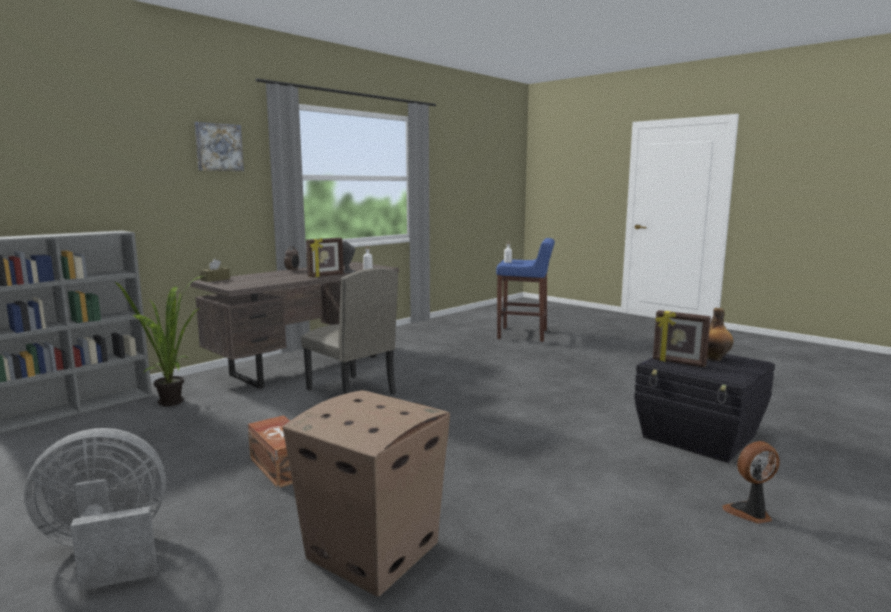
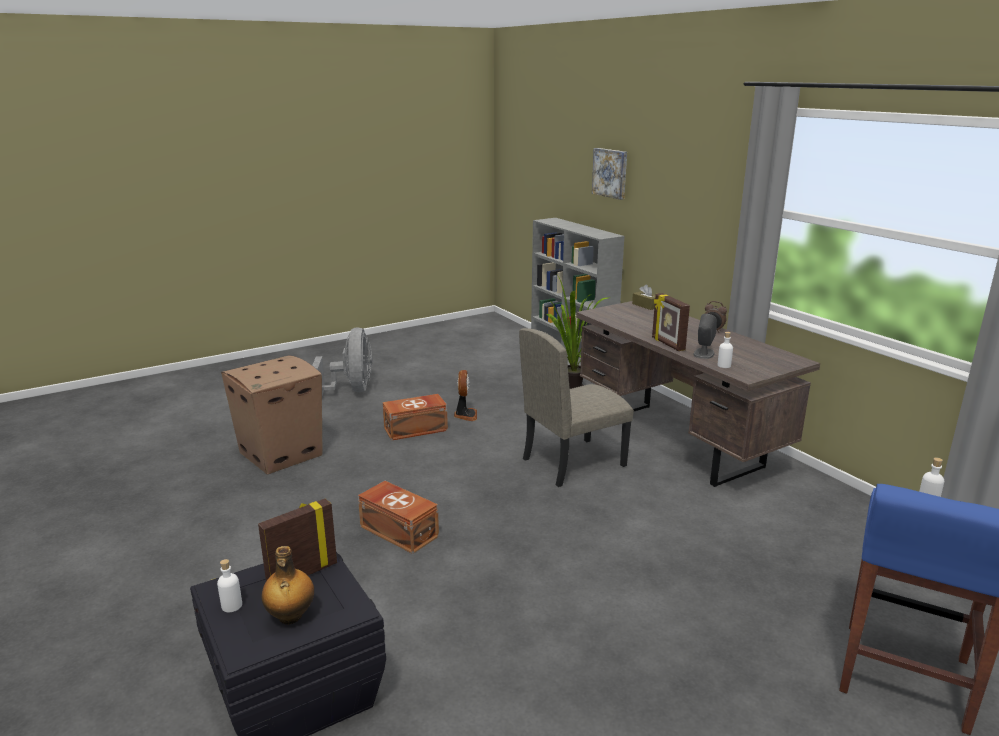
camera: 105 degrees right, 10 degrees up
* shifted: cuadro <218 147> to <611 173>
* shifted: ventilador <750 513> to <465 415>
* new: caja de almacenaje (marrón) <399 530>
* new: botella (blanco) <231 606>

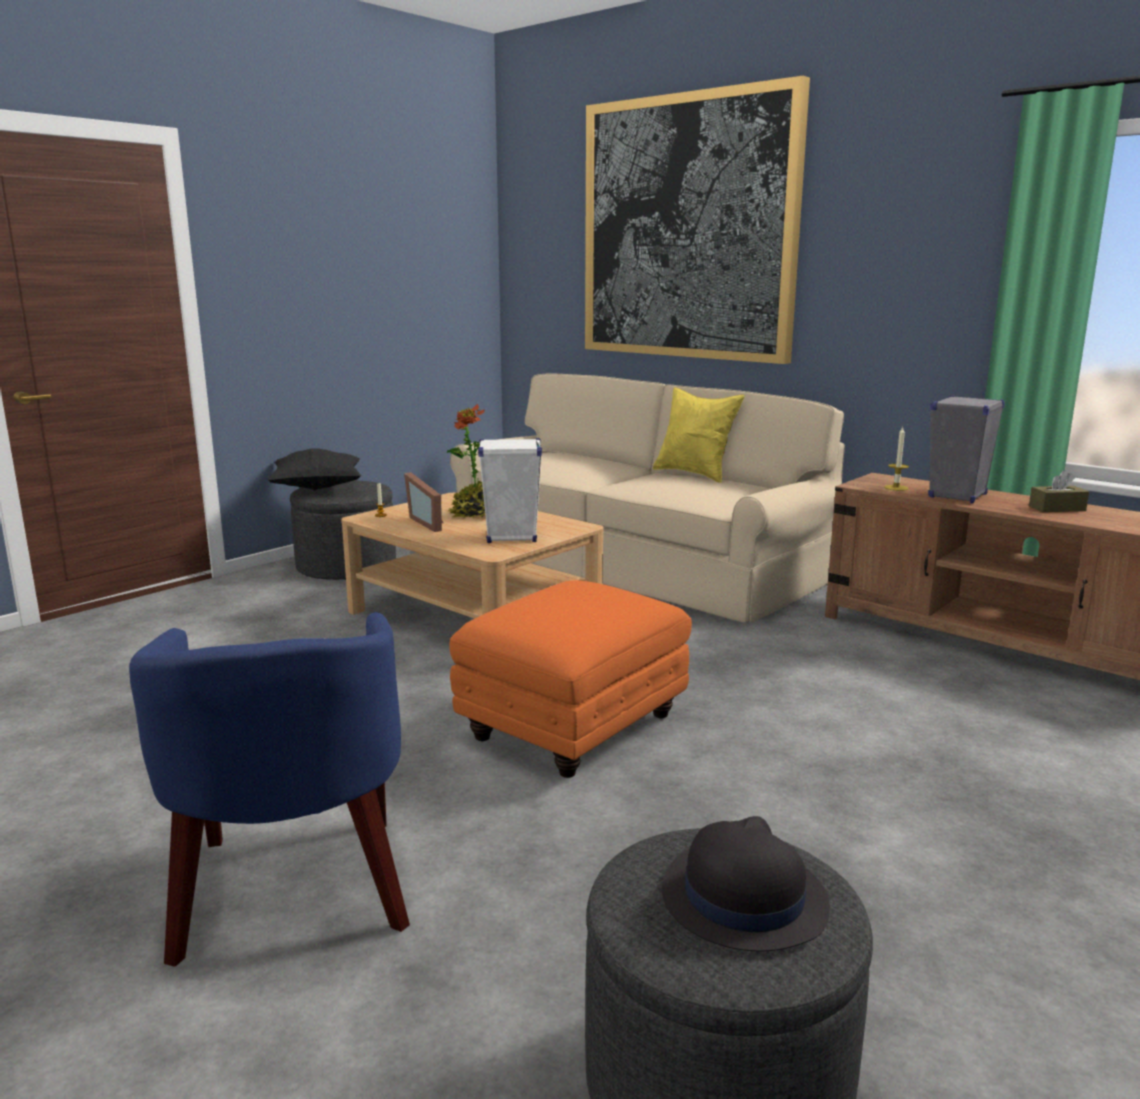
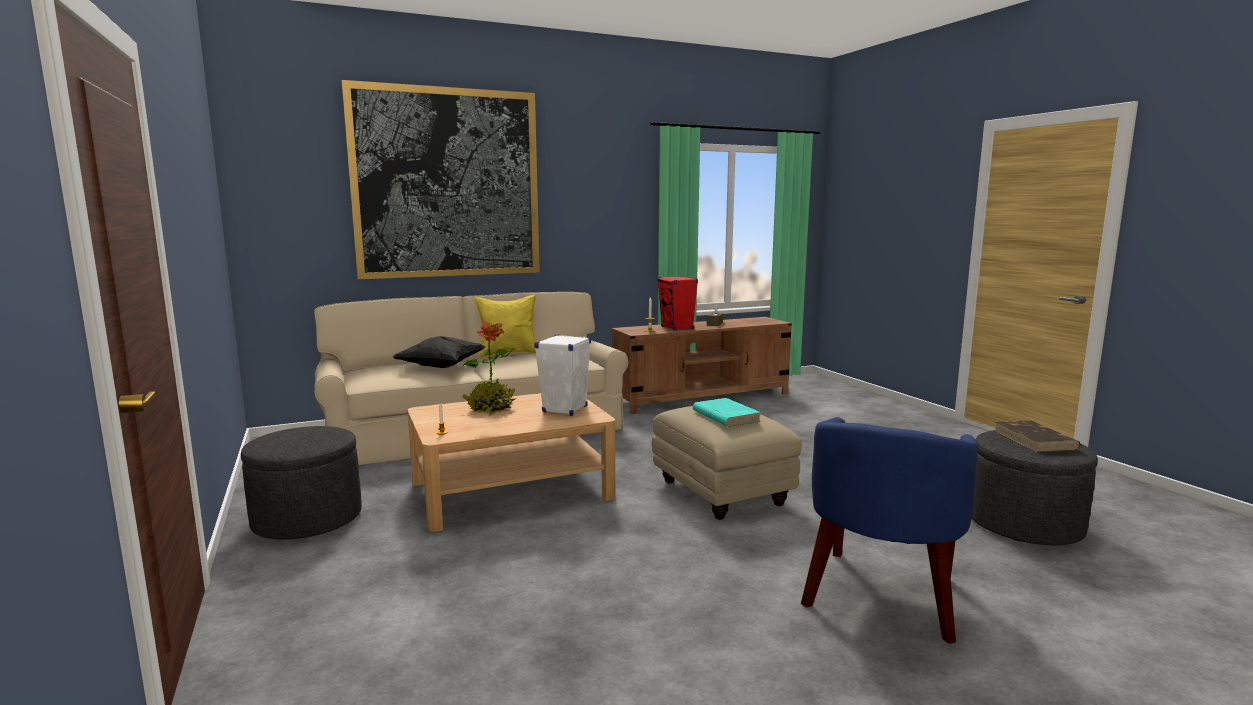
camera: 65 degrees left, 5 degrees down
* repainted: altavoz (gris) <957 496> to altavoz (rojo) <677 328>
* shifted: cojín (negro) <318 489> to <441 367>
* gone: portarretratos <430 522>
* repainted: puf (naranja) <575 727> to puf (beis) <720 493>
* rotated: sillón (azul) <293 892> = <880 597> 105 degrees clockwise
* swapped: sombrero (negro) <742 898> to libro (marrón) <1035 440>
* new: libro (turquesa) <725 416>

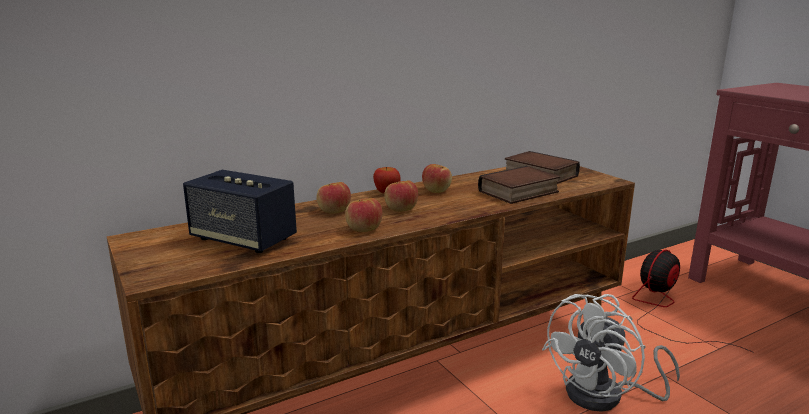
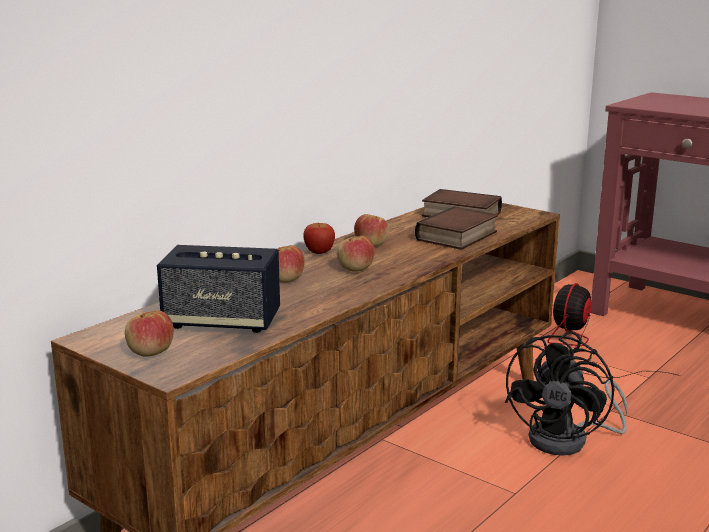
camera: 20 degrees left, 0 degrees up
* shifted: manzana <363 229> to <150 352>
* repainted: ventilador (blanco) <606 396> to ventilador (negro) <569 440>

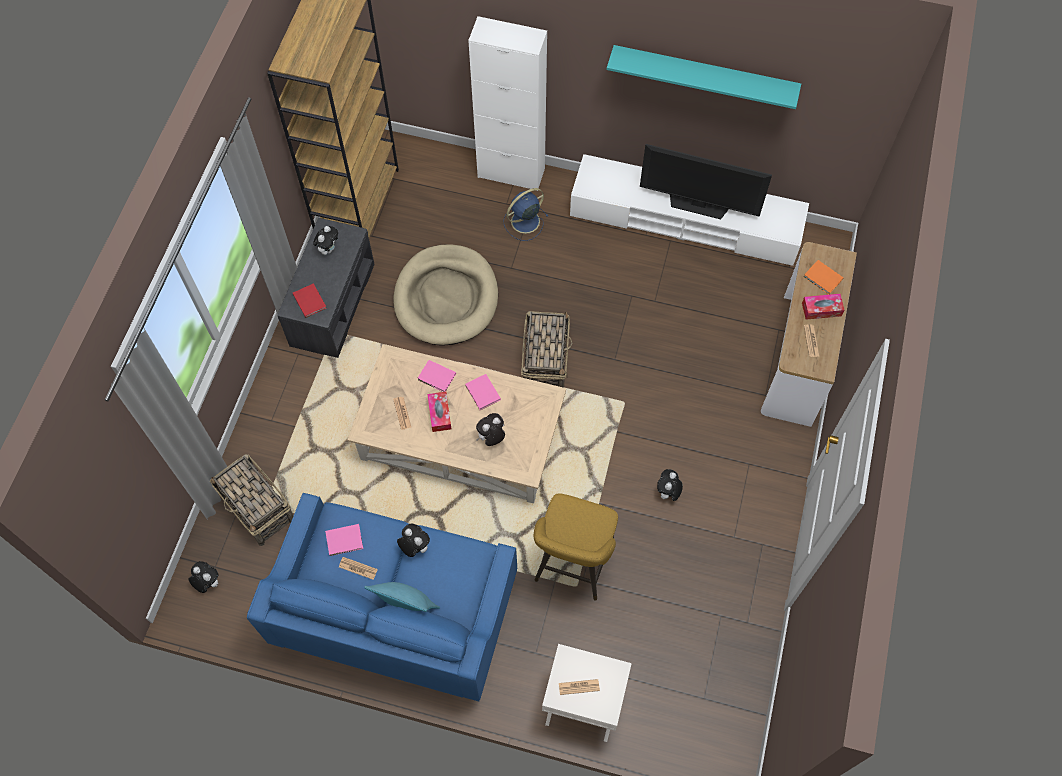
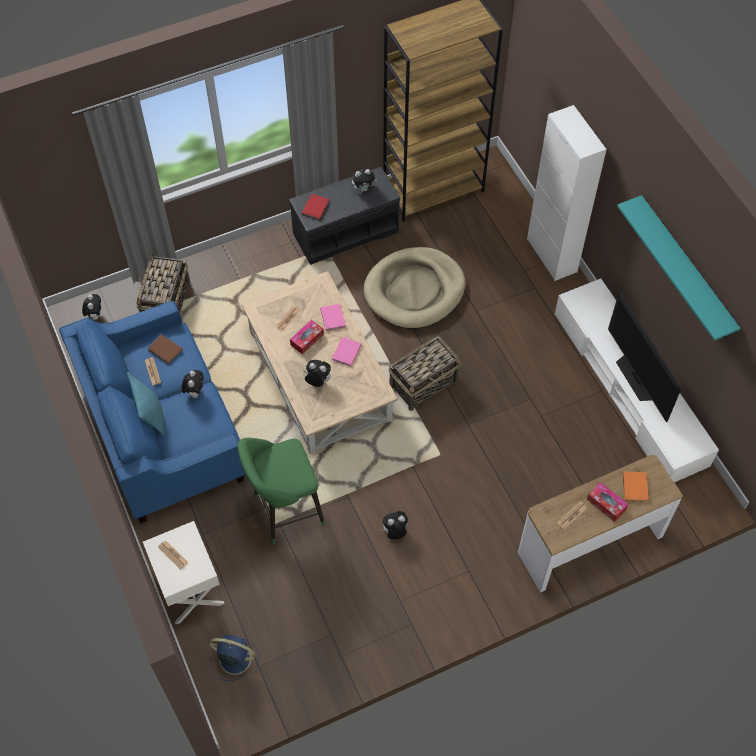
camera: 50 degrees right, 5 degrees down
* shifted: ventilador (azul) <524 222> to <233 659>
* repainted: taburete (amarillo) <572 566> to taburete (verde) <284 512>
* repainted: libro (rosa) <345 540> to libro (marrón) <165 351>

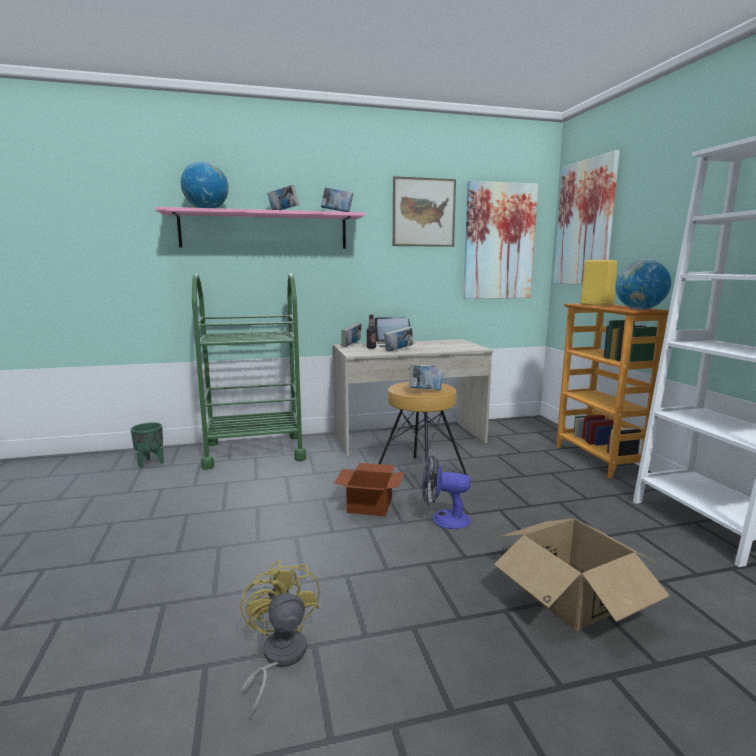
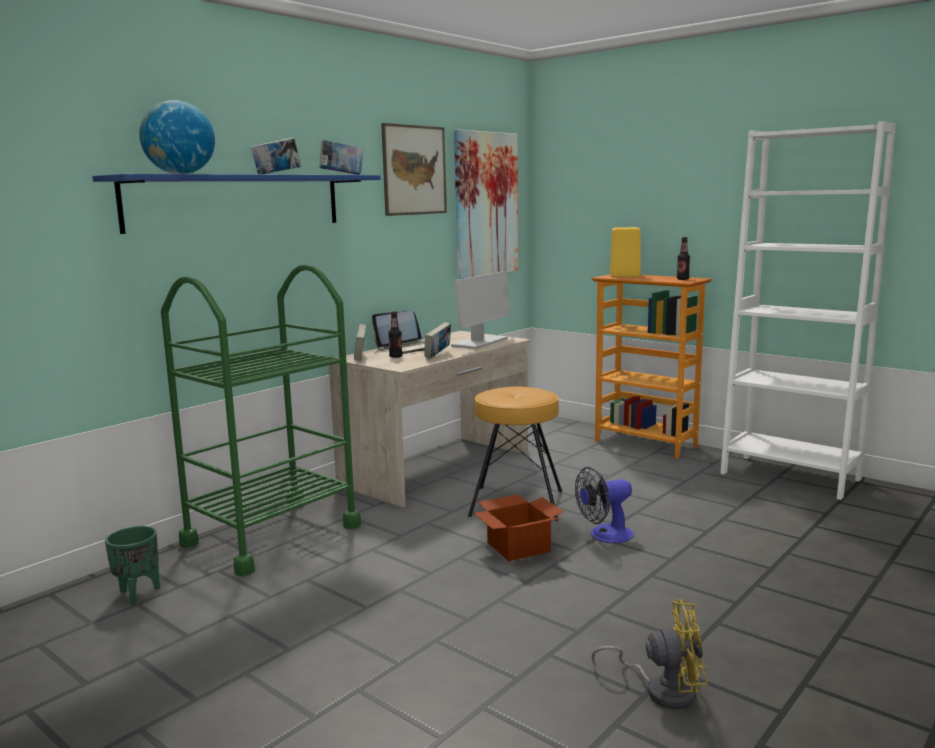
camera: 35 degrees left, 0 degrees up
* gone: cuadro <585 223>
* repainted: estante (rosa) <264 231> to estante (azul) <238 202>
* swapped: globo terráqueo <639 309> to botella <682 279>
* gone: libro <425 391>
* gone: caja de cartón <571 596>
* rotated: ventilador (amarillo) <278 658> = <662 689> 150 degrees clockwise
* new: monitor <479 342>

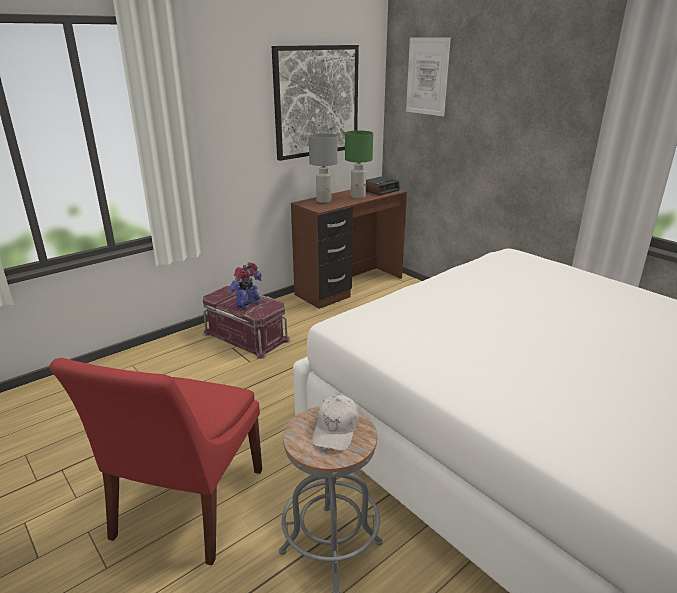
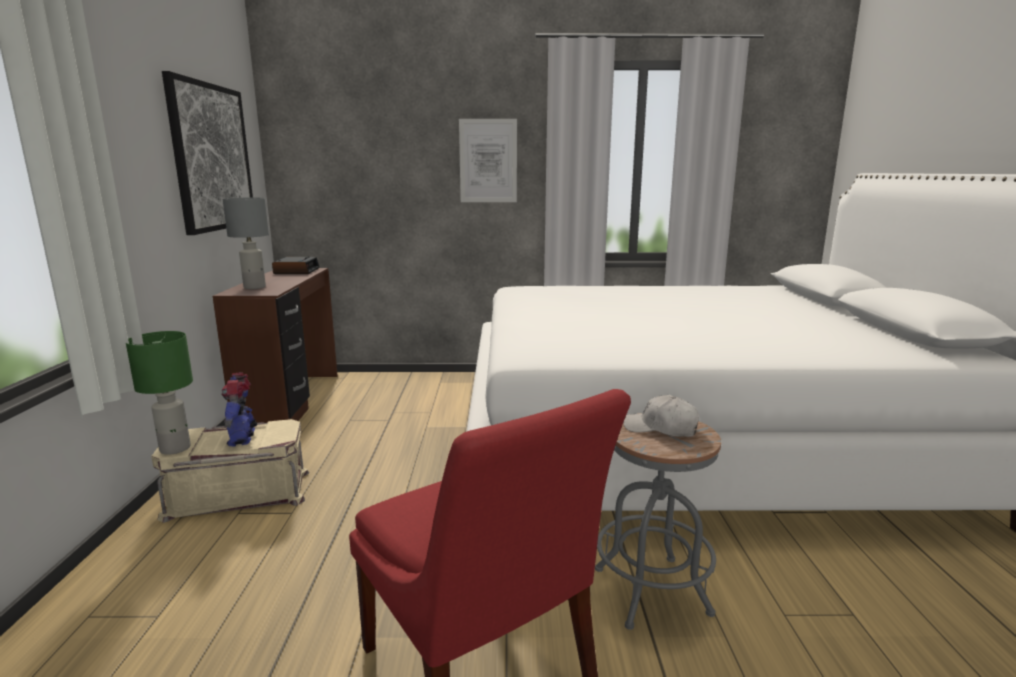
camera: 50 degrees left, 10 degrees down
* shifted: cuadro <427 76> to <488 161>
* shifted: lámpara de mesa (verde) <358 196> to <176 448>
* repainted: caja de almacenaje (rojo) <247 336> to caja de almacenaje (beis) <239 493>
* rotated: gorra (blanco) <336 429> = <661 428> 150 degrees clockwise

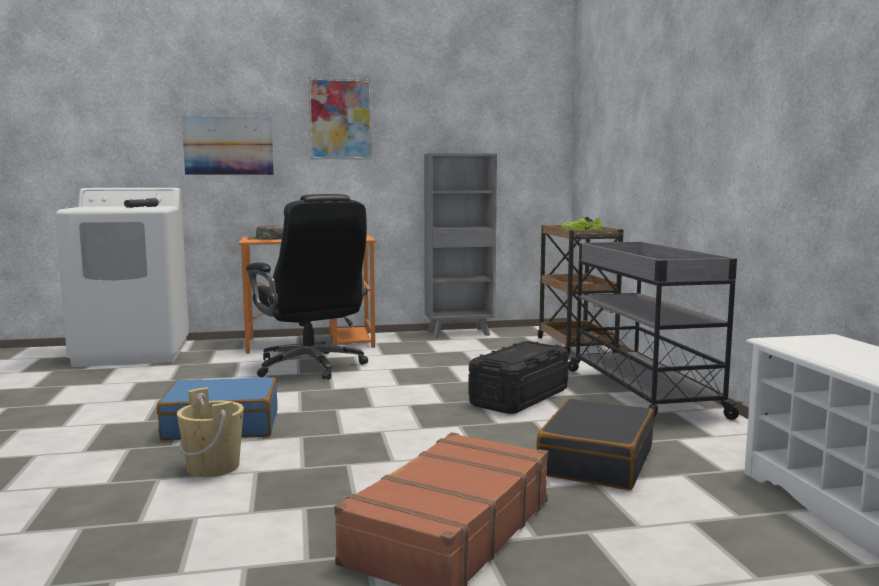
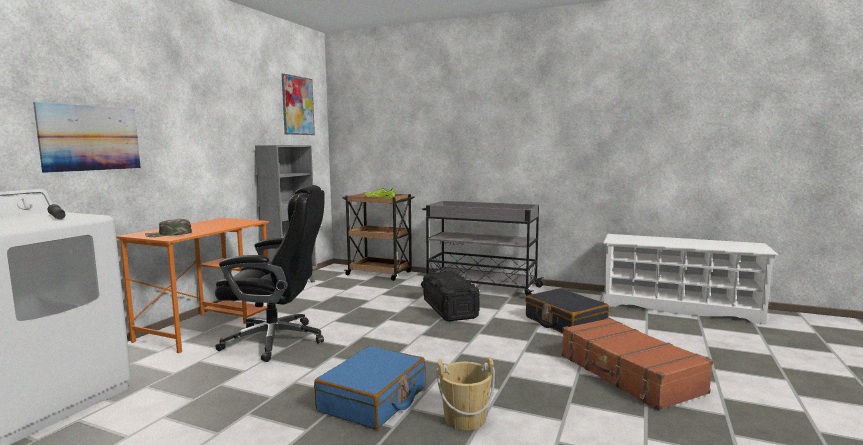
camera: 55 degrees left, 0 degrees up
* shifted: cuadro <340 119> to <297 105>

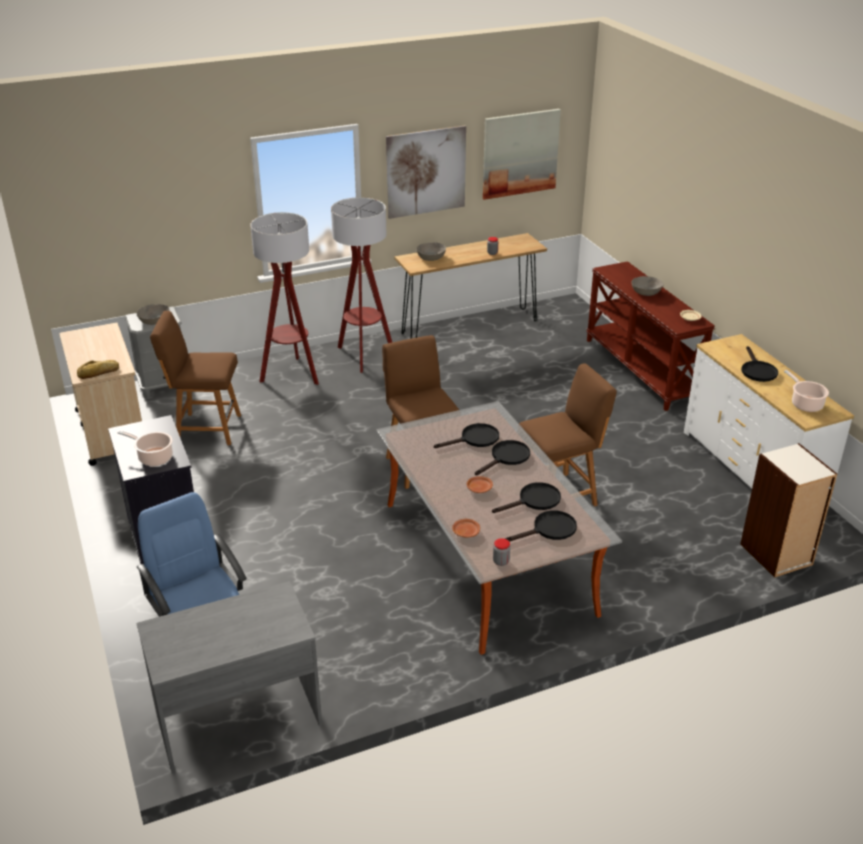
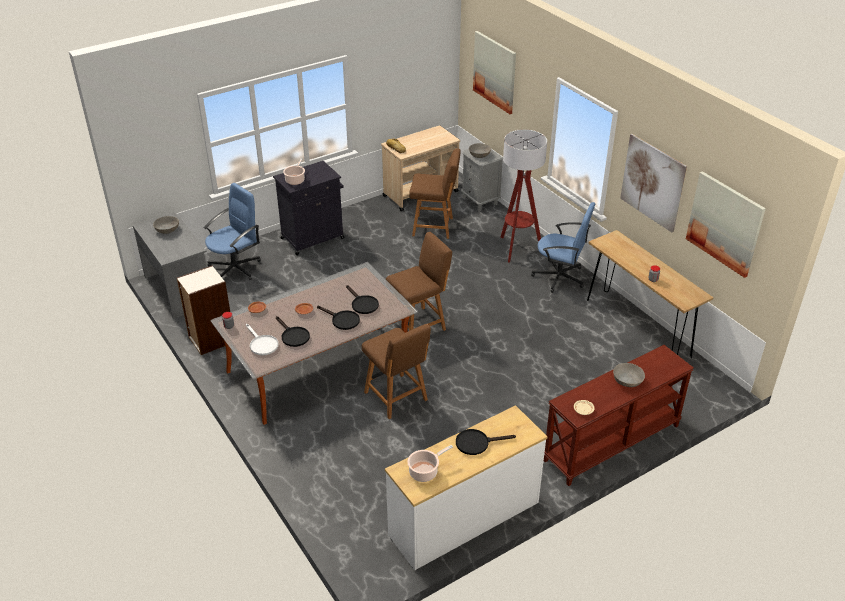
camera: 80 degrees right, 5 degrees up
* swapped: lámpara de pie <364 356> to silla de oficina (azul) <560 277>
* shifted: cuenco (gris) <430 257> to <167 229>
* rotated: silla (marrón) <206 429> = <434 227> 105 degrees clockwise
* shifted: estantería <776 555> to <211 339>
* repainted: sartén (negro) <549 530> to sartén (blanco) <262 344>
* new: cuadro <495 72>

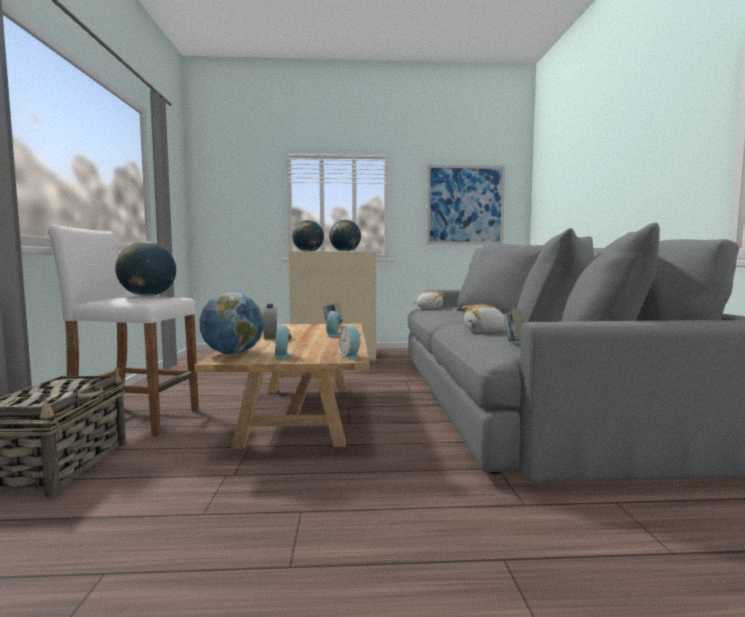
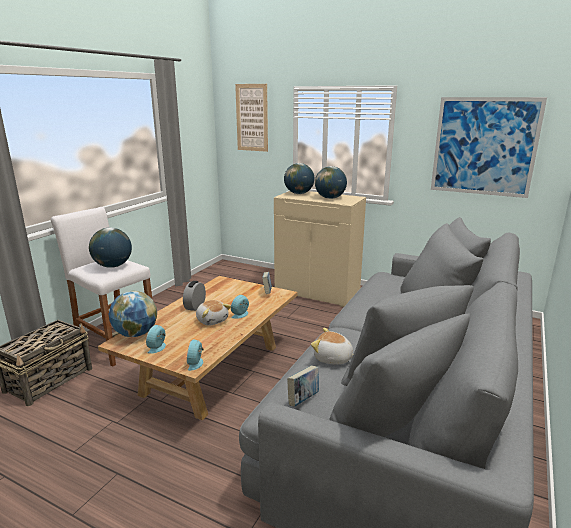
camera: 30 degrees right, 15 degrees up
* shifted: peluche <429 308> to <212 320>
* new: cuadro <252 118>

